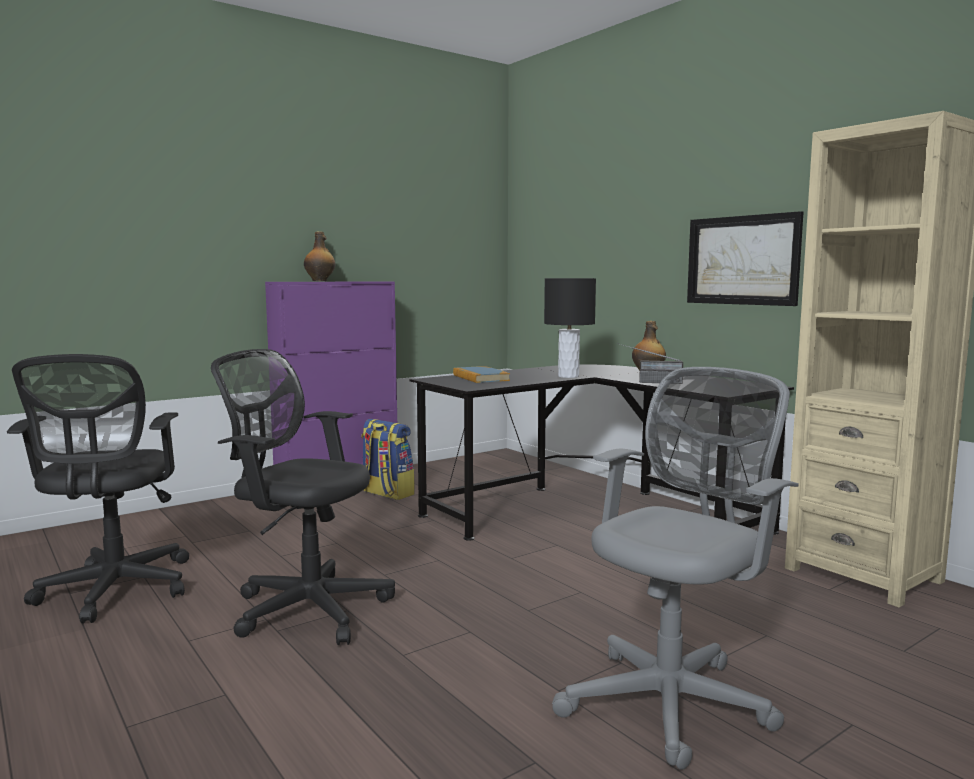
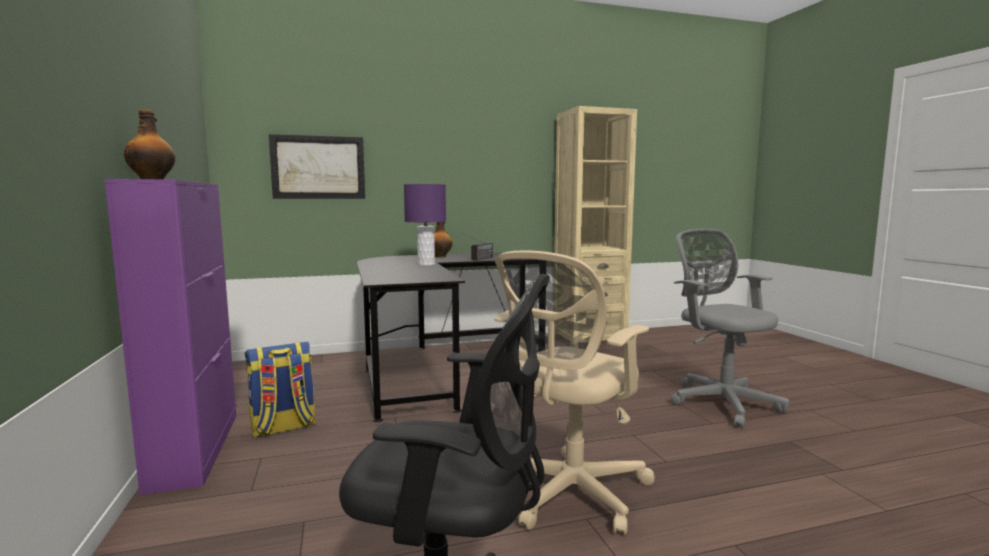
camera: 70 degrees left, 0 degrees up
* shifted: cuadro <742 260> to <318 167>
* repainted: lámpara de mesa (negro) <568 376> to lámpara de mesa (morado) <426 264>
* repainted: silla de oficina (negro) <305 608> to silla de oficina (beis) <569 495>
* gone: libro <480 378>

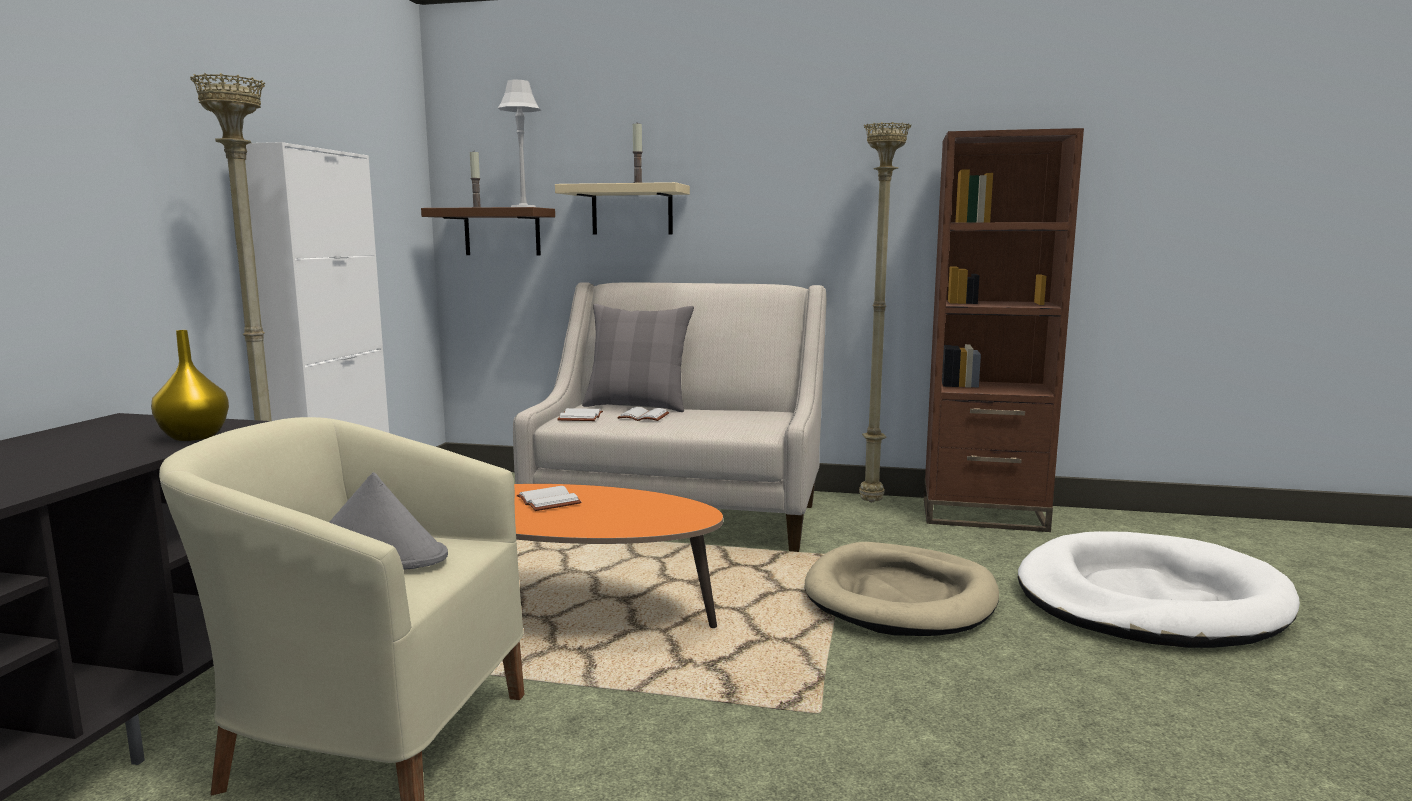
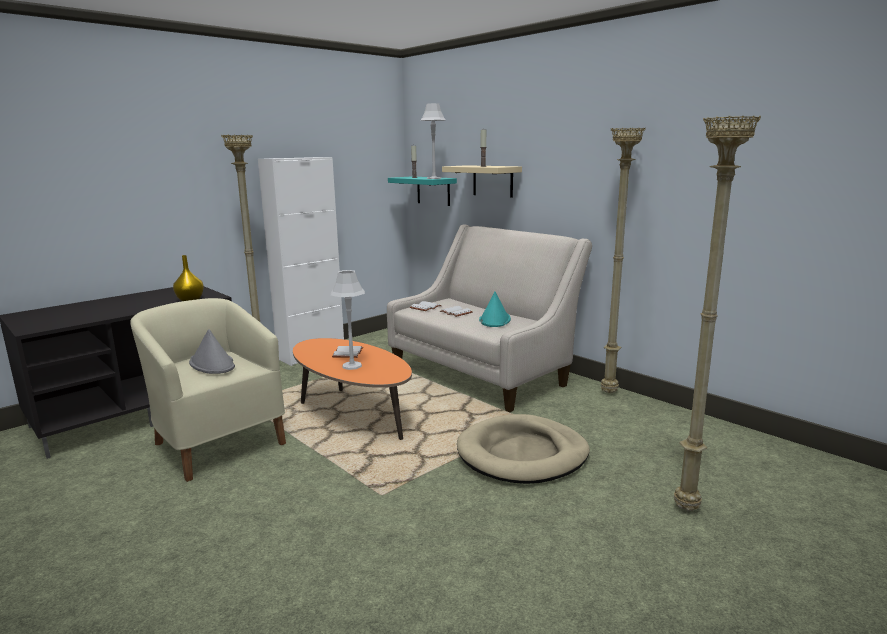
camera: 35 degrees right, 5 degrees up
* gone: estantería (marrón) <983 515>
* repainted: estante (marrón) <502 232> to estante (turquesa) <433 190>
* gone: cojín (gris) <637 406>
* swapped: cama para perro (blanco) <1148 600> to lámpara de pie (beis) <685 507>
* new: lámpara de mesa (gris) <352 366>
* new: sombrero (turquesa) <494 320>

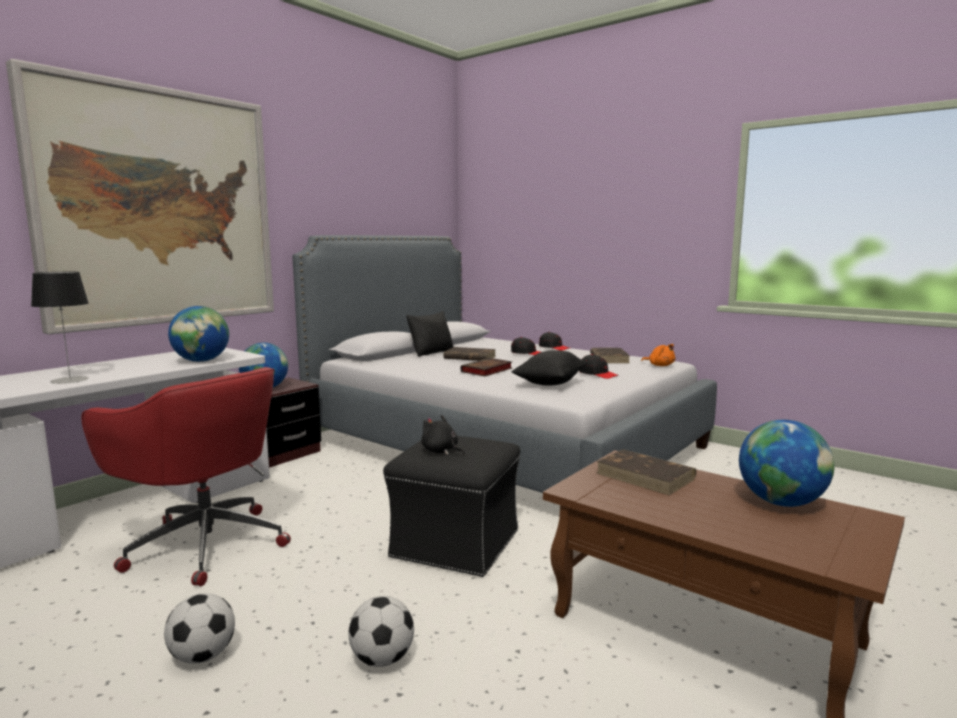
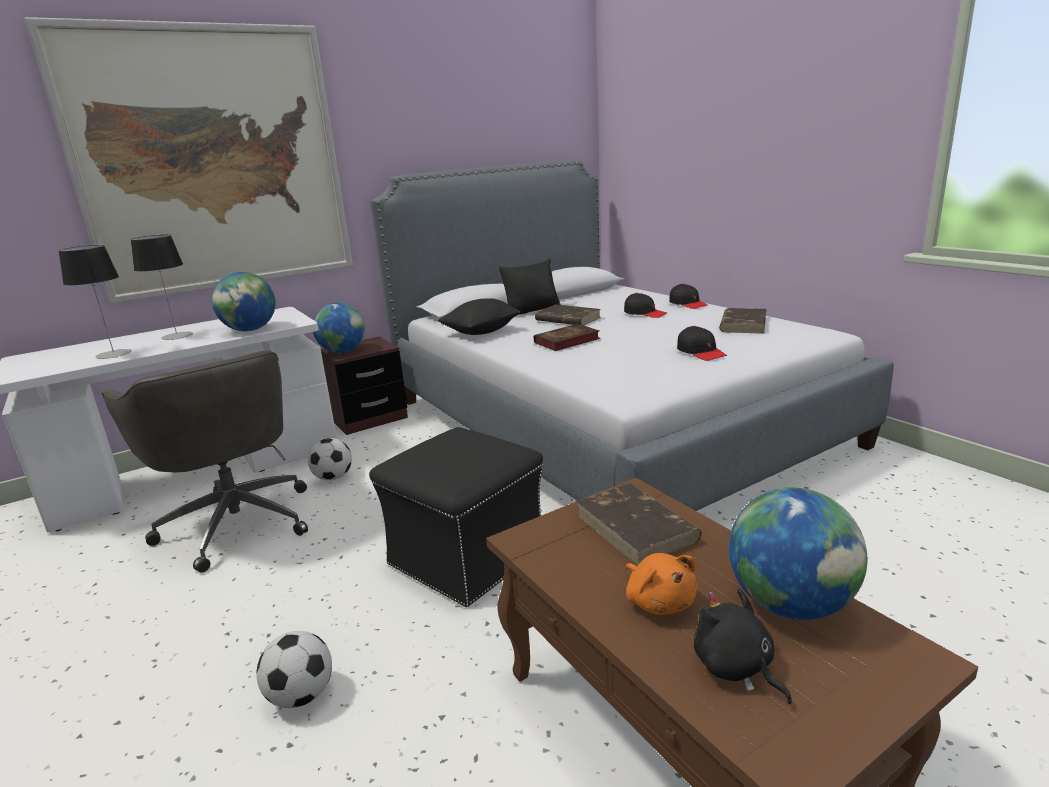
camera: 20 degrees right, 10 degrees up
* shifted: peluche (naranja) <660 365> to <659 601>
* shifted: cojín (negro) <549 383> to <481 332>
* repainted: silla de oficina (rojo) <205 543> to silla de oficina (gris) <236 522>
* shifted: peluche (negro) <441 451> to <736 668>
* shifted: balón de fútbol <203 656> to <333 477>
* new: lámpara de mesa <177 336>

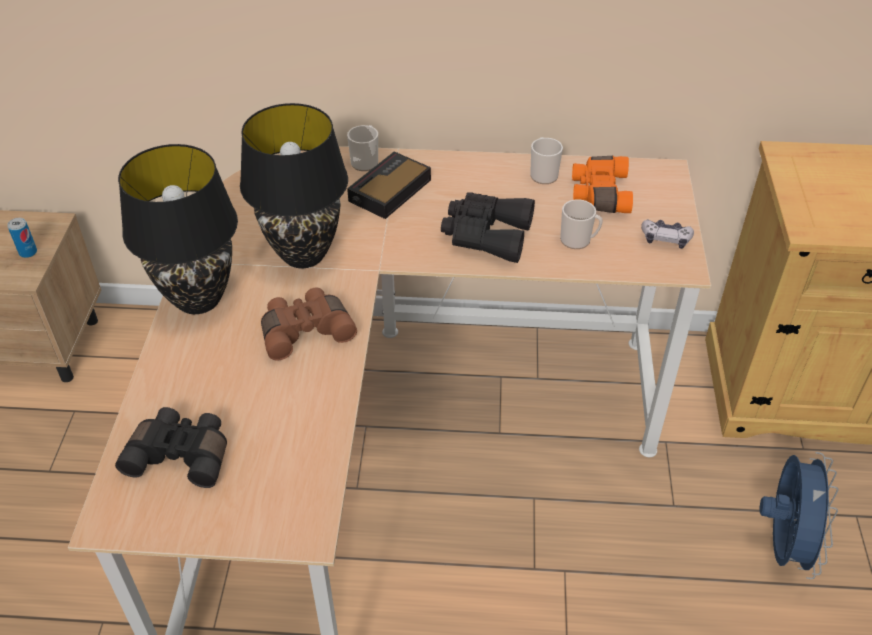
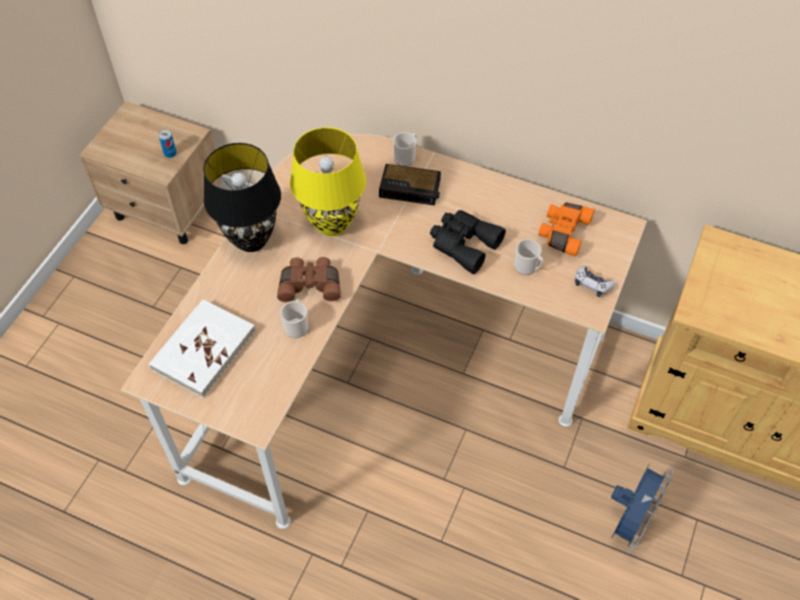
camera: 20 degrees right, 10 degrees up
* repainted: lámpara de mesa (negro) <305 255> to lámpara de mesa (amarillo) <333 225>
* shifted: taza grande <543 174> to <297 326>
* rotated: despertador <388 191> = <411 188> 135 degrees counterclockwise
* swapped: prismáticos (negro) <181 454> to libro (blanco) <203 350>

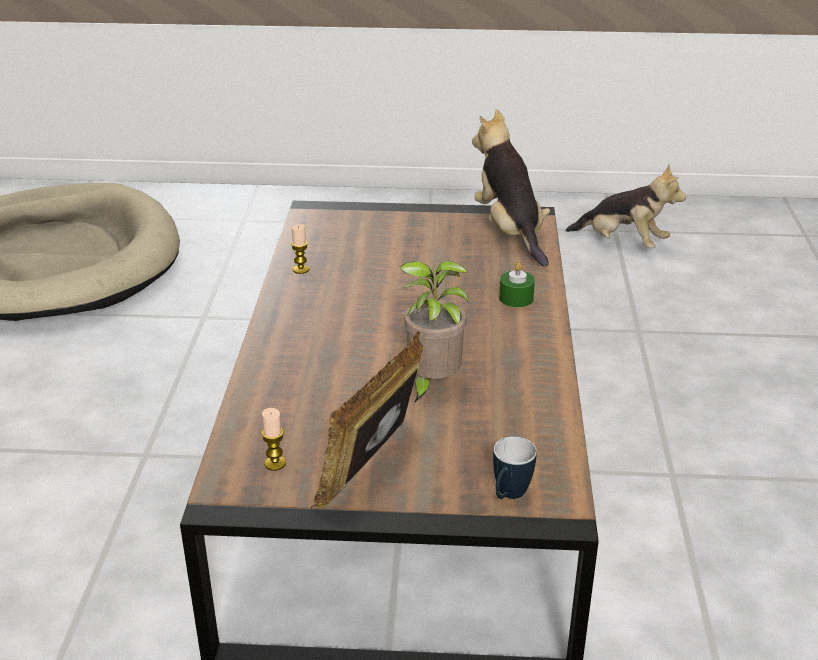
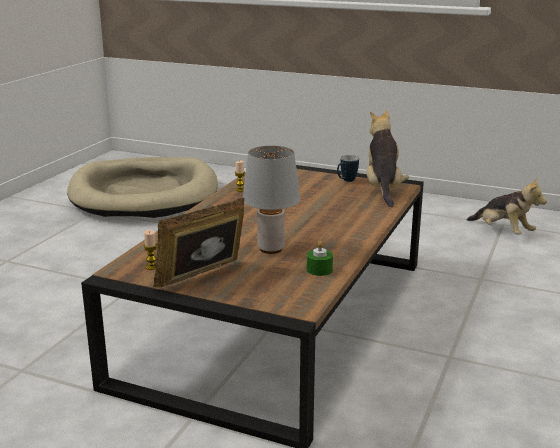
camera: 20 degrees right, 10 degrees down
* swapped: planta en maceta <431 385> to lámpara de mesa (gris) <270 248>
* shifted: vela (verde) <516 298> to <319 270>
* shifted: taza grande <508 496> to <346 181>

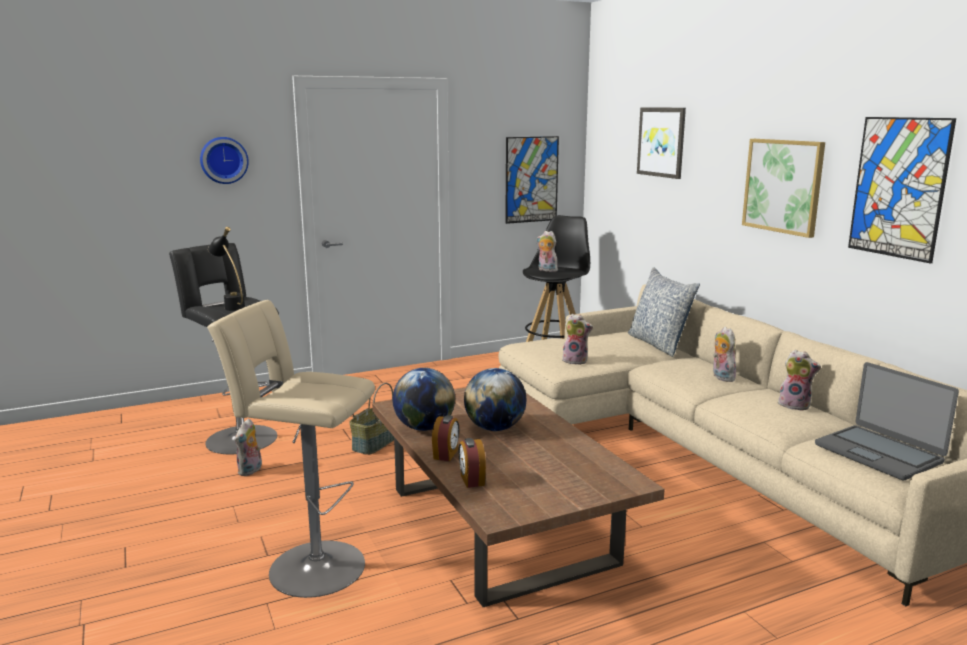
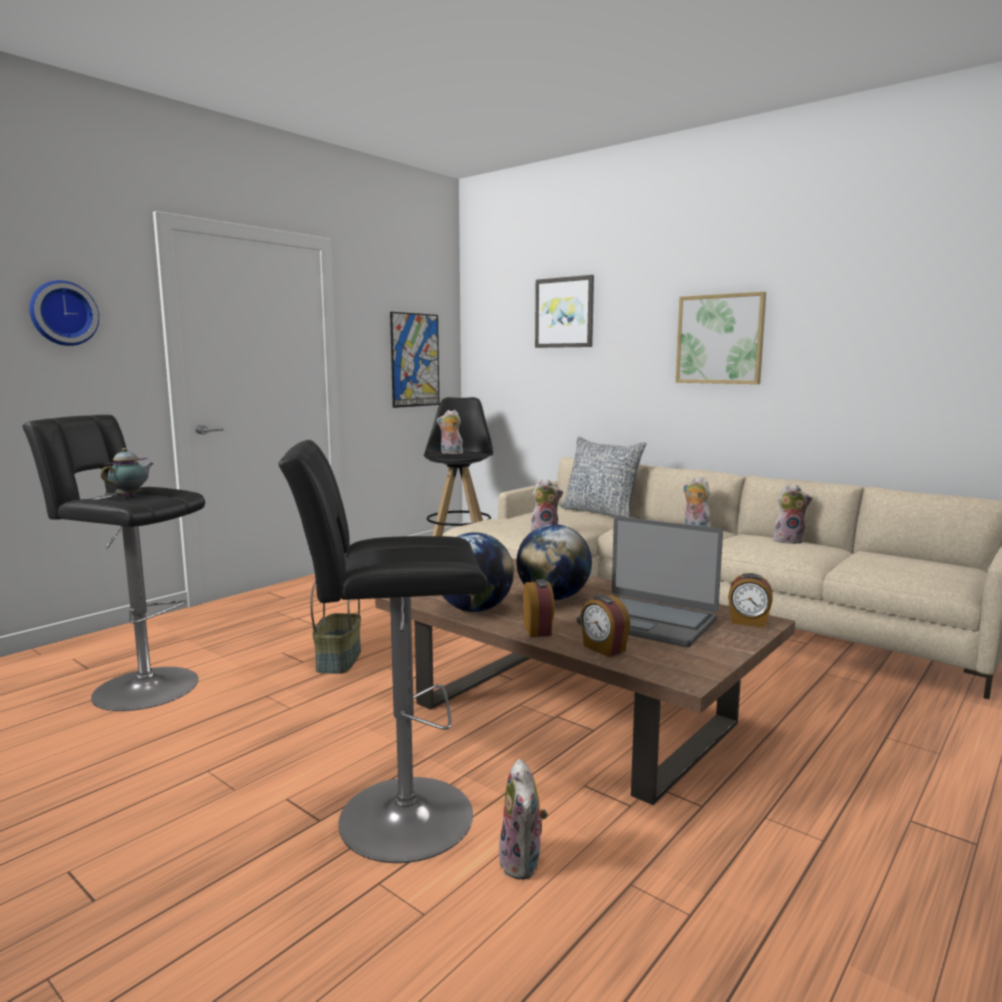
camera: 25 degrees left, 5 degrees down
* gone: cuadro <898 187>
* swapped: lámpara de mesa (negro) <231 306> to tetera <131 496>
* repainted: taburete (beis) <310 566> to taburete (negro) <395 818>
* shifted: portátil <879 453> to <648 621>
* shifted: peluche <250 471> to <523 863>
* new: despertador <748 622>

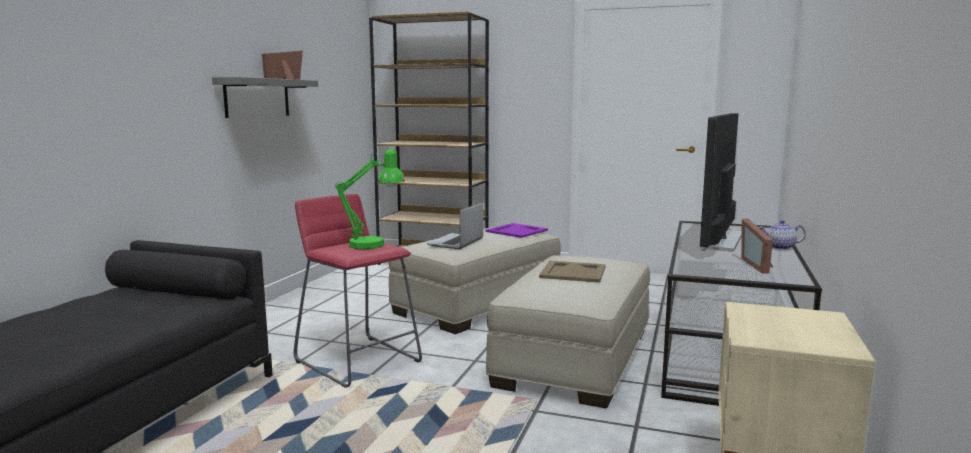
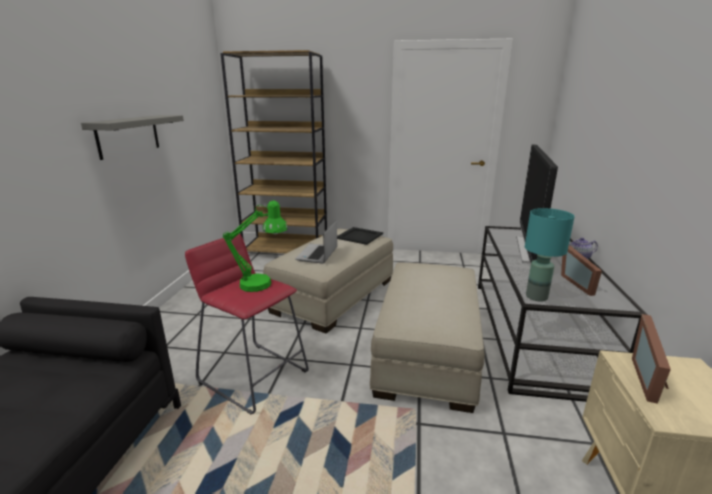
camera: 10 degrees left, 10 degrees up
* shifted: portarretratos <287 79> to <651 379>
* repainted: bandeja (morado) <516 231> to bandeja (negro) <359 236>
* gone: bandeja (beis) <573 272>
* new: lámpara de mesa (turquesa) <536 296>

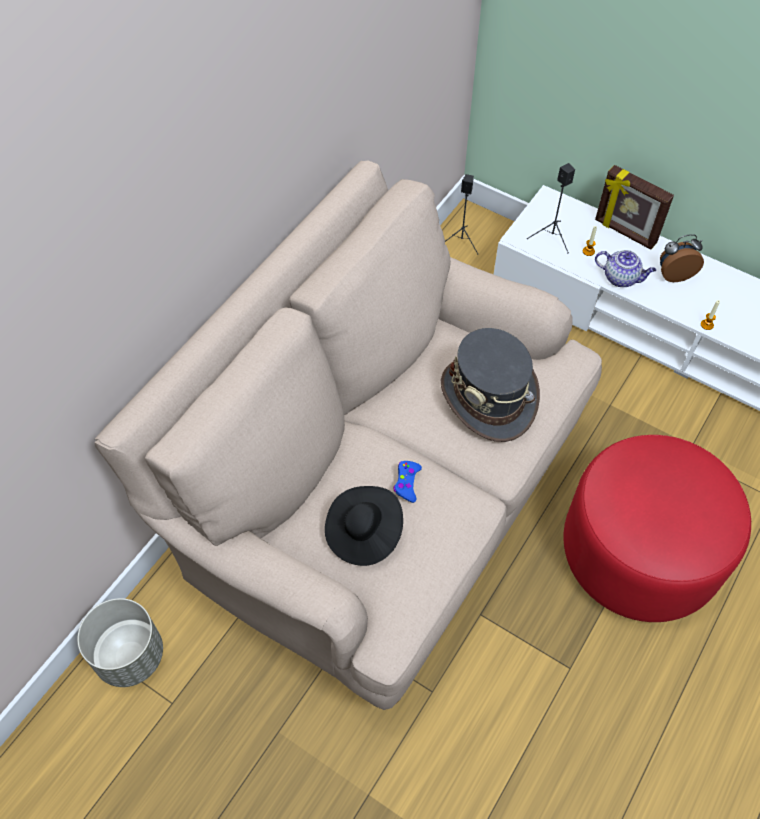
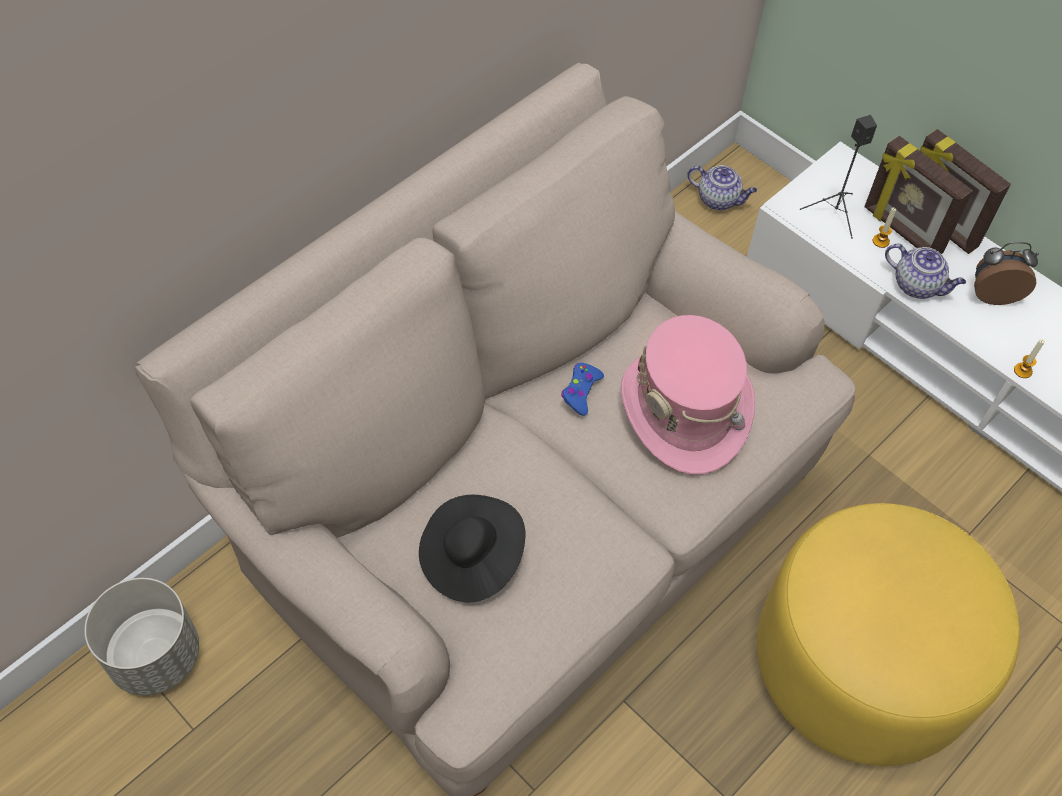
camera: 10 degrees right, 0 degrees up
* swapped: altavoz (negro) <462 242> to tetera <719 199>
* repainted: sombrero (gris) <488 397> to sombrero (rosa) <684 410>
* repainted: puf (rojo) <639 553> to puf (amarillo) <861 664>
* shifted: mando de consola (azul) <407 483> to <581 391>
* new: portarretratos <901 231>

